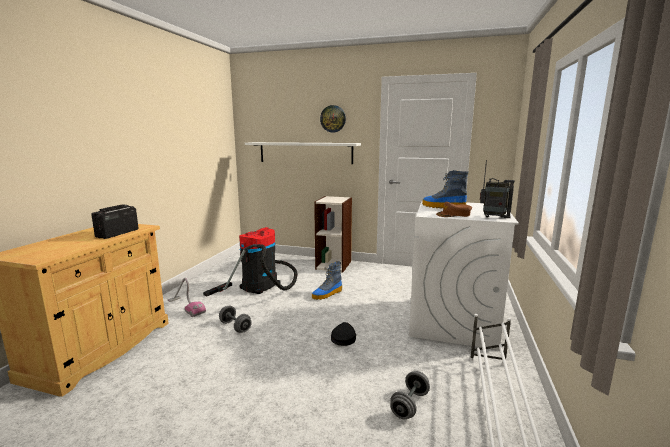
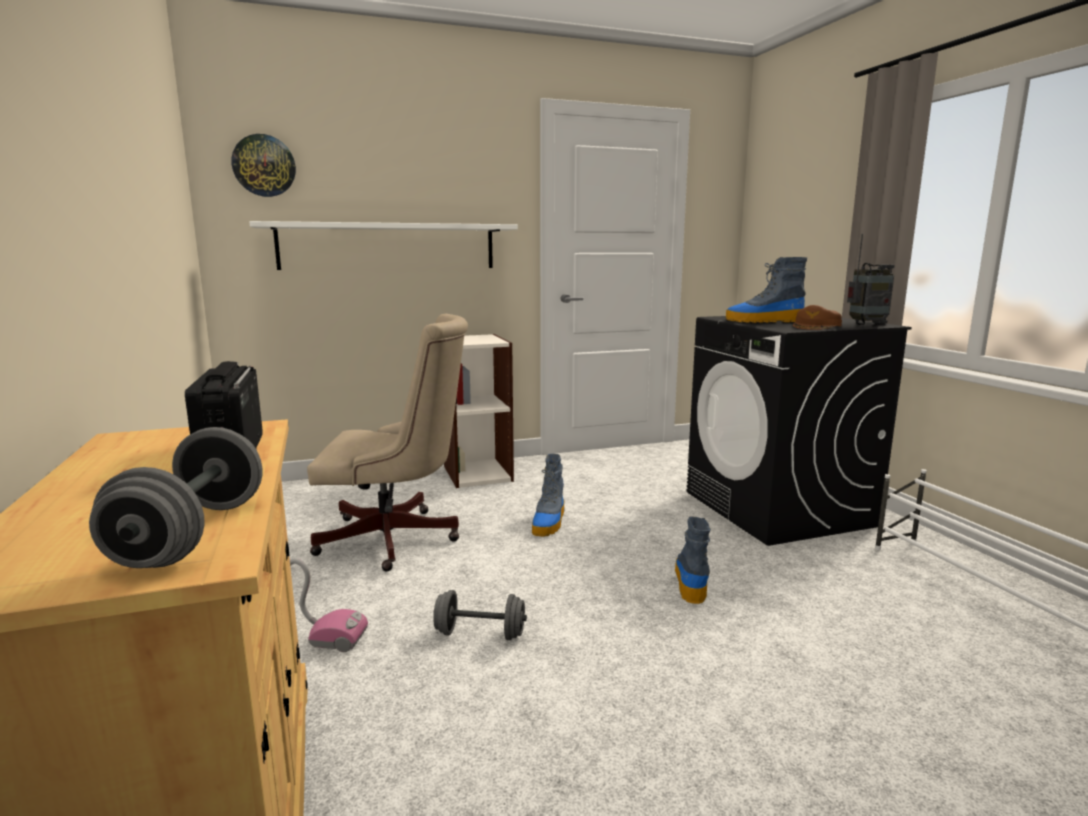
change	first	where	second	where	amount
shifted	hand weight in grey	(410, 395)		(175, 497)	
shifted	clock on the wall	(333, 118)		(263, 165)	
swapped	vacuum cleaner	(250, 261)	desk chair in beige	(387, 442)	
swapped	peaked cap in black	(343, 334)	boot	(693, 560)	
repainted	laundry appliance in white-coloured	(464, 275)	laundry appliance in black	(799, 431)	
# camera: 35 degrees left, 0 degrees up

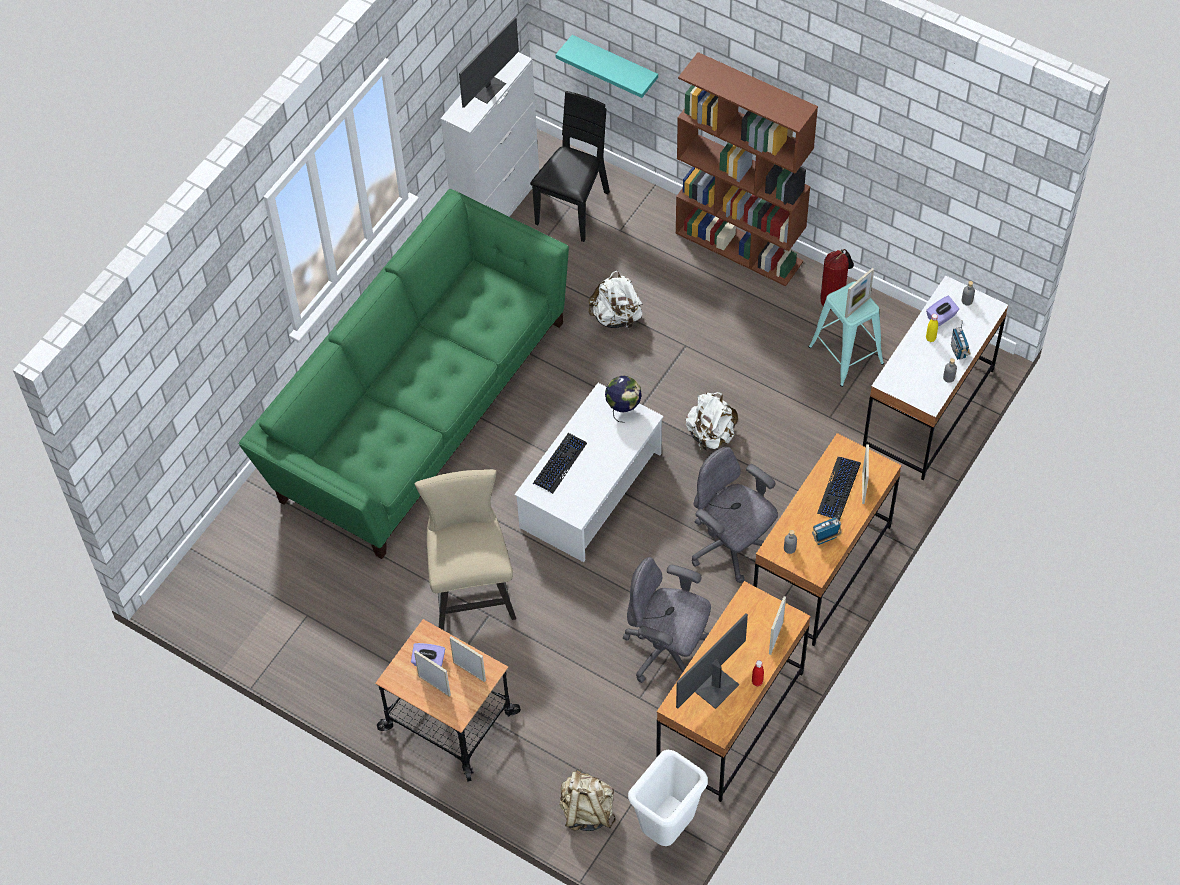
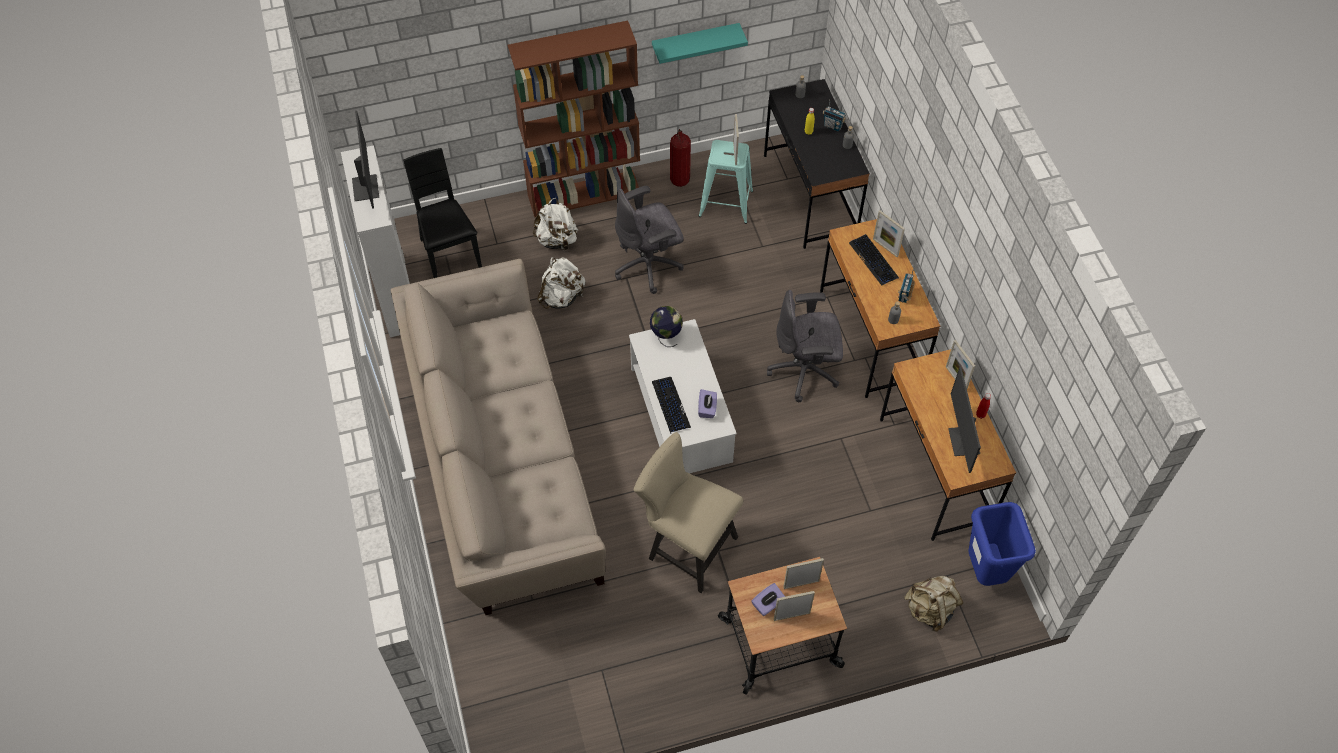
change	first	where	second	where	amount
repainted	sofa in green	(404, 374)	sofa in beige	(498, 437)	
shifted	backpack in white-coloured	(711, 421)		(555, 224)	
shifted	desk chair in grey	(667, 620)		(649, 240)	
shifted	shelf in blue-green	(607, 66)		(700, 43)	
shifted	tissue box in purple-coloured	(942, 311)		(707, 403)	
repainted	desk unit in white-coloured	(935, 377)	desk unit in black	(817, 164)	
repainted	waste bin in white-coloured	(668, 798)	waste bin in blue	(1002, 544)	
# camera: 50 degrees left, 0 degrees up

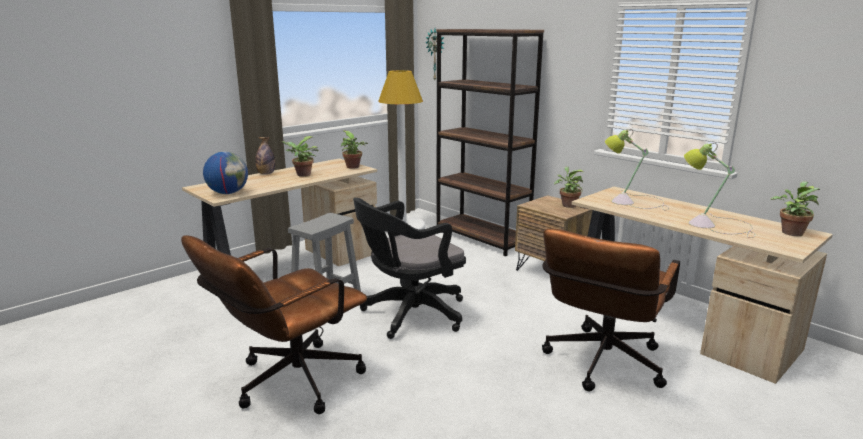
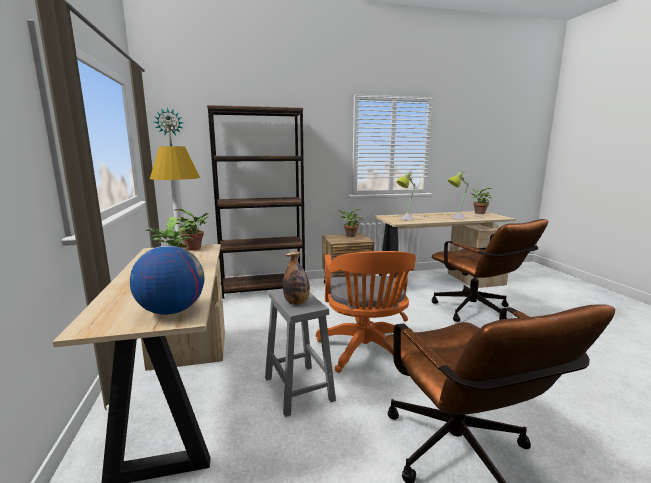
change	first	where	second	where	amount
shifted	beverage bottle	(265, 155)		(296, 278)	
repainted	desk chair in black	(409, 268)	desk chair in orange	(366, 312)	
# camera: 60 degrees left, 5 degrees down

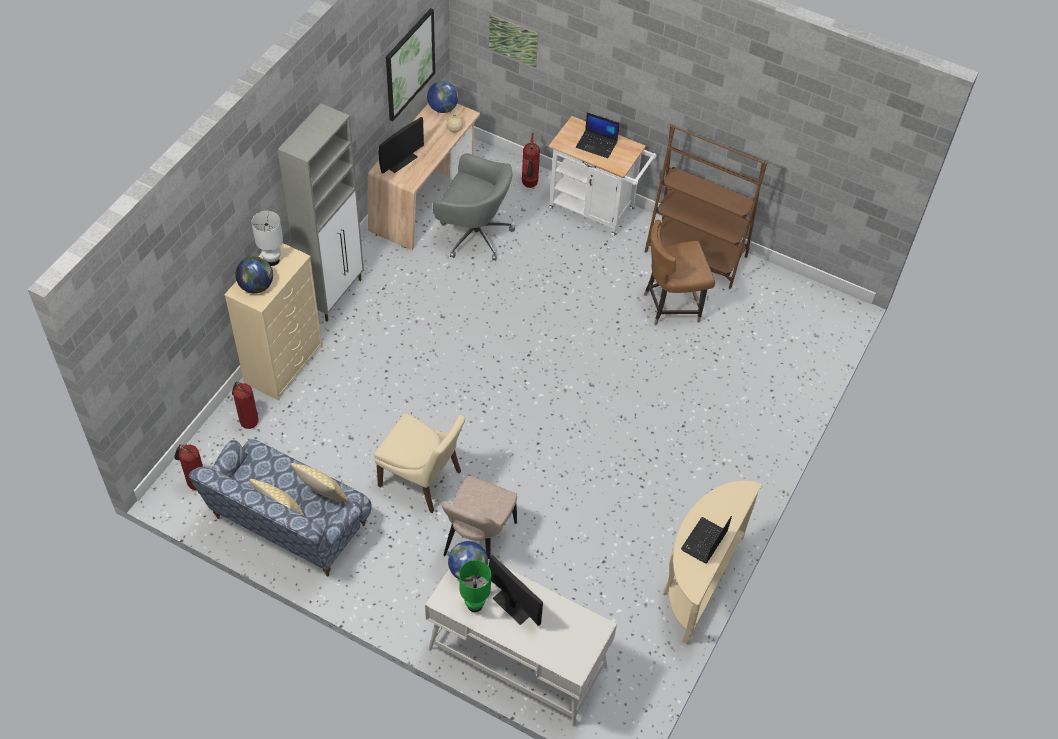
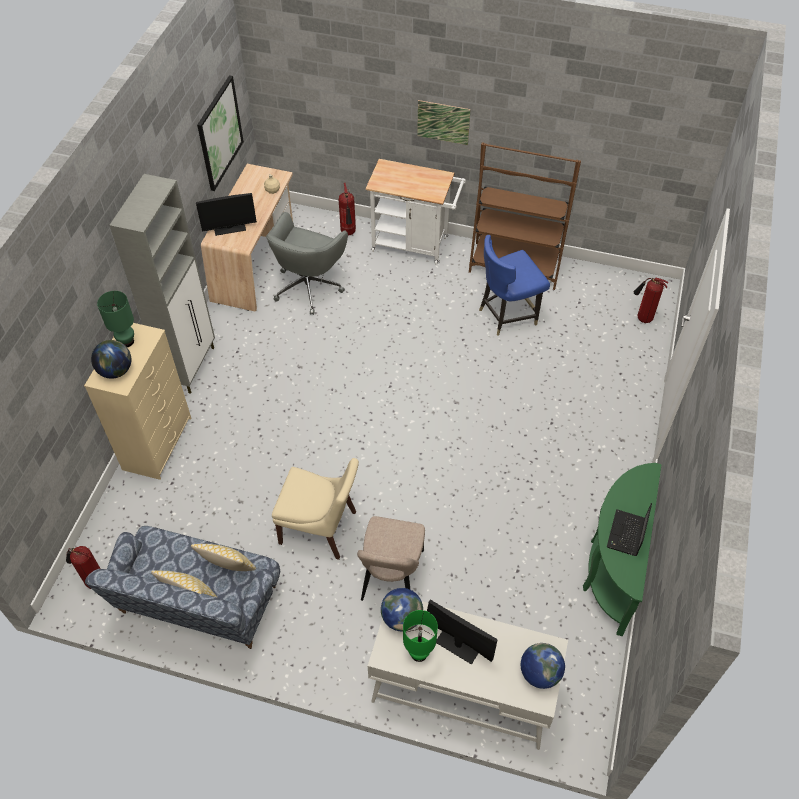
change	first	where	second	where	amount
repainted	table lamp in white-coloured	(267, 238)	table lamp in green	(115, 319)	
rotated	computer screen	(401, 145)		(226, 214)	45 degrees clockwise
rotated	desk chair in grey	(474, 207)		(307, 263)	105 degrees clockwise
shifted	picture	(513, 41)		(444, 122)	
repainted	plain chair in brown-coloured	(679, 272)	plain chair in blue	(514, 285)	
shifted	globe	(442, 97)		(543, 666)	
repainted	hall table in beige	(712, 563)	hall table in green	(622, 549)	
shifted	extinguisher	(245, 405)		(651, 300)	
gone	portable computer	(598, 135)			
# camera: 10 degrees left, 0 degrees up

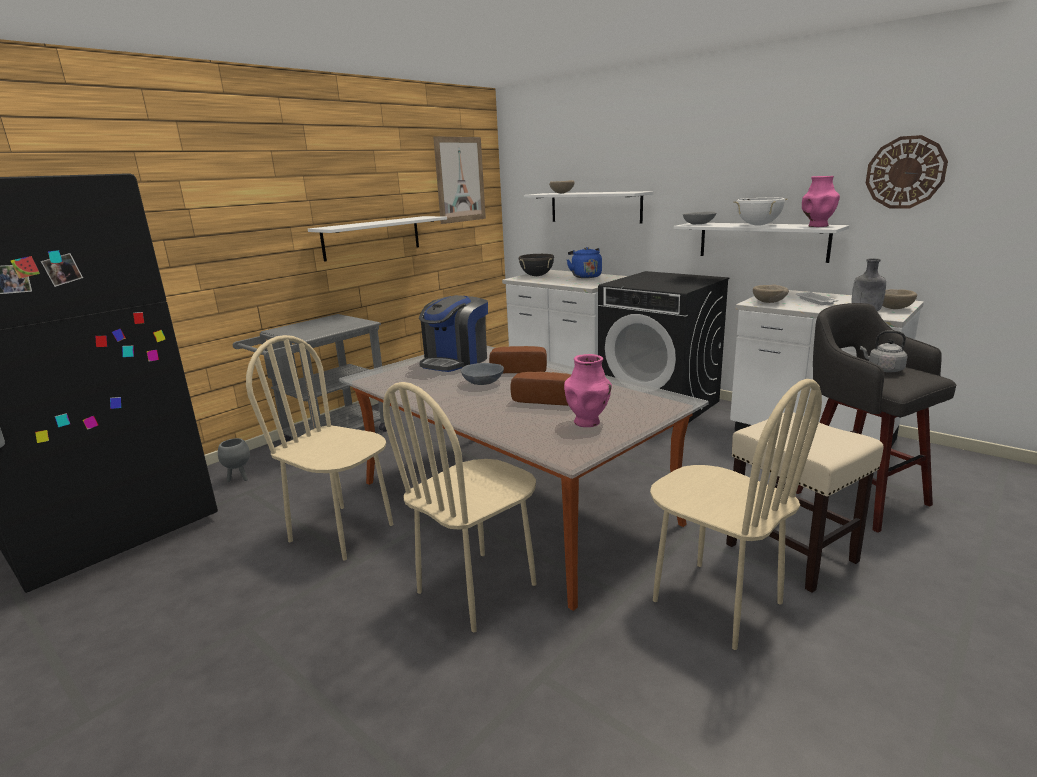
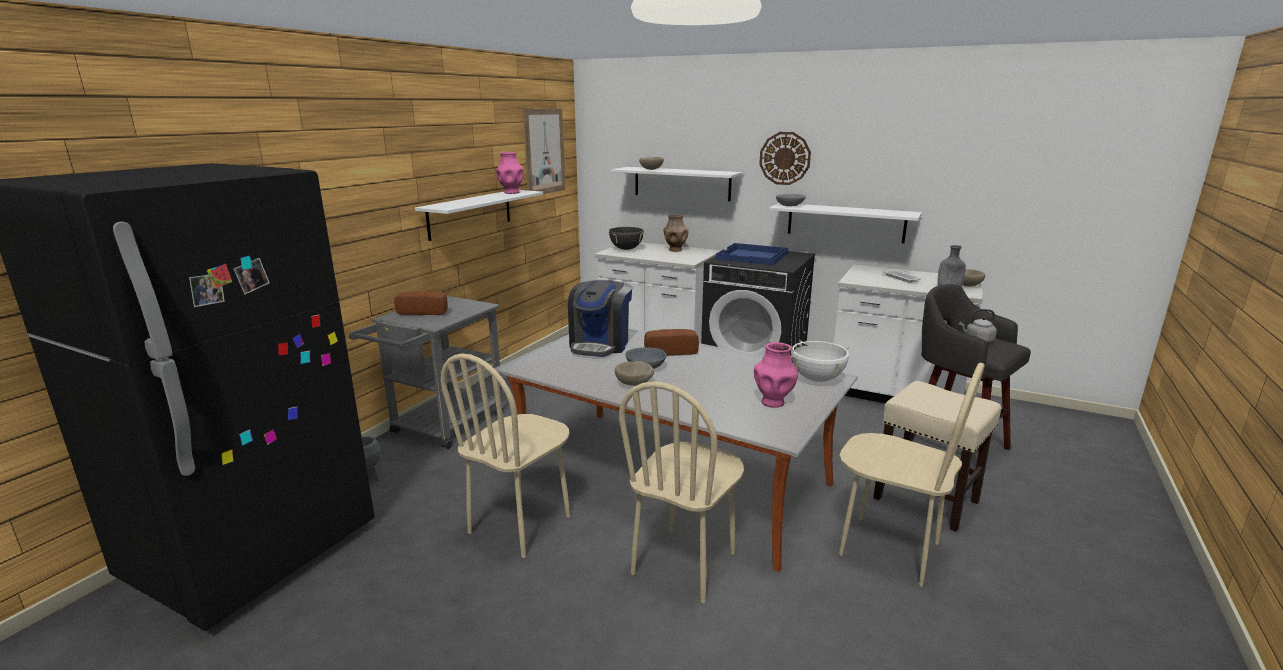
change	first	where	second	where	amount
shifted	bread	(541, 389)		(421, 303)	
rotated	plain chair in beige	(319, 448)		(505, 456)	75 degrees counterclockwise
shifted	flower vase in pink-coloured	(821, 201)		(510, 173)	
shifted	serving bowl in beige	(771, 294)		(634, 373)	
swapped	water kettle in blue	(584, 262)	flower vase in brown-coloured	(676, 233)	
new			tray in blue	(752, 254)	
shifted	clock on the wall	(907, 171)		(785, 158)	
shifted	cooking pot in white-coloured	(760, 211)		(820, 361)	
# camera: 15 degrees left, 0 degrees up

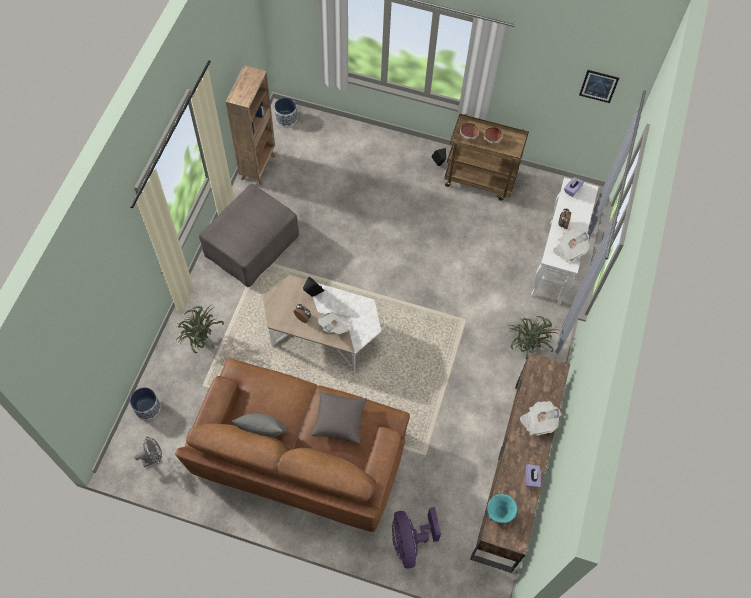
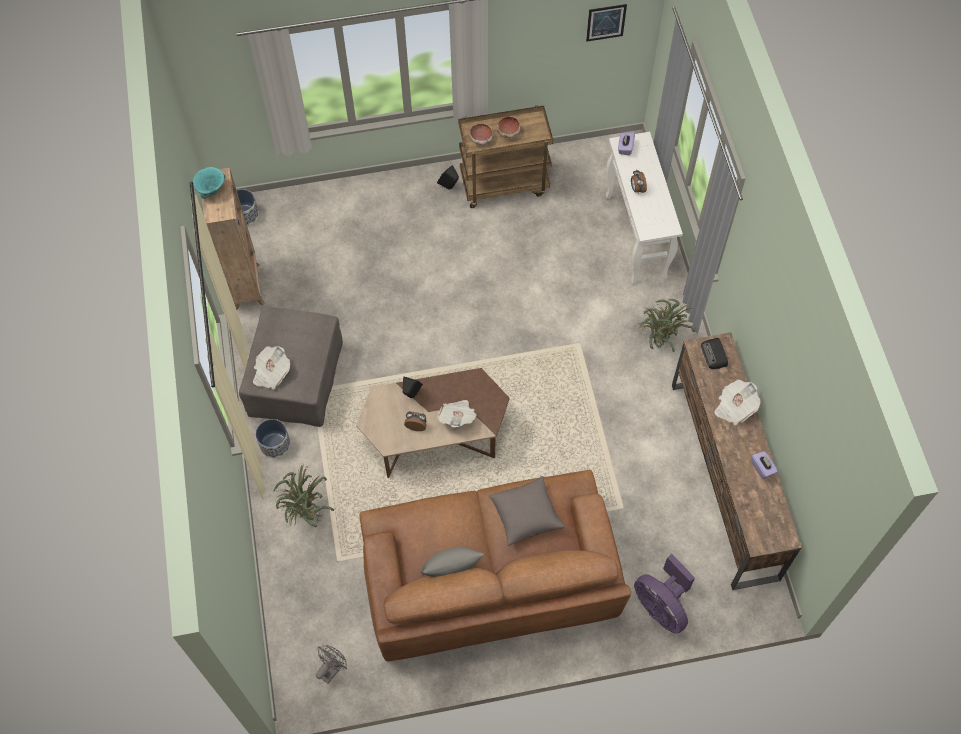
change	first	where	second	where	amount
shifted	serving bowl in blue-green	(502, 508)		(209, 183)	
shifted	newspaper	(571, 245)		(271, 367)	
shifted	planter	(145, 403)		(273, 438)	
repainted	low table in white-coloured	(322, 323)	low table in brown-coloured	(433, 423)	
new			radio set	(714, 353)	
# camera: 25 degrees left, 0 degrees up

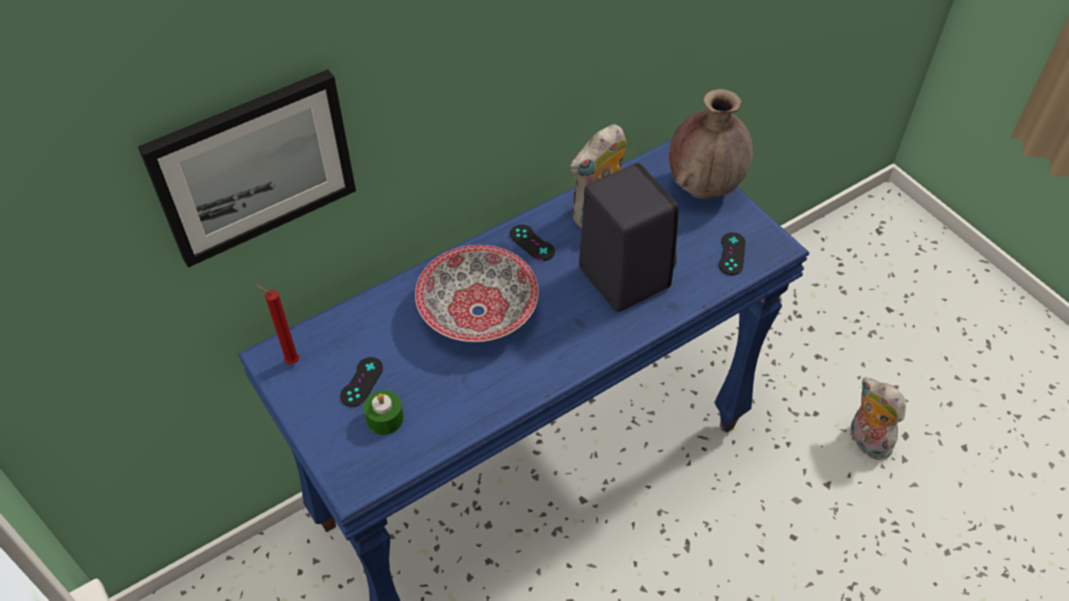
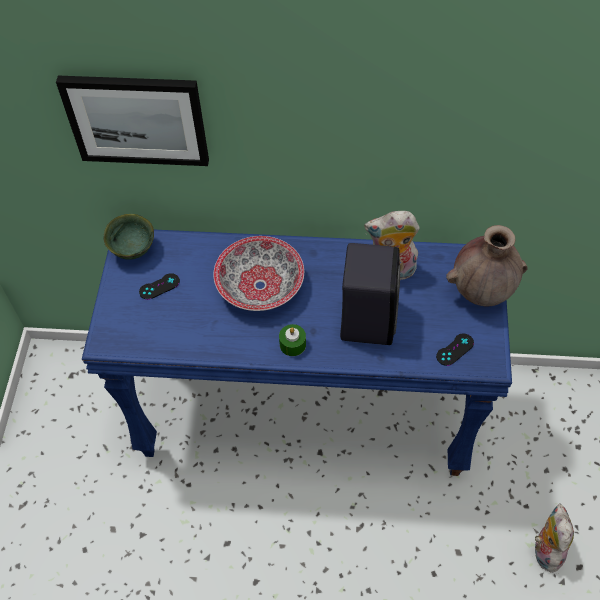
change	first	where	second	where	amount
swapped	wax light in reddish	(277, 324)	serving bowl in green	(129, 237)	
shifted	wax light in green	(383, 412)		(292, 340)	
gone	game controller in black	(532, 243)			
# camera: 40 degrees right, 5 degrees up

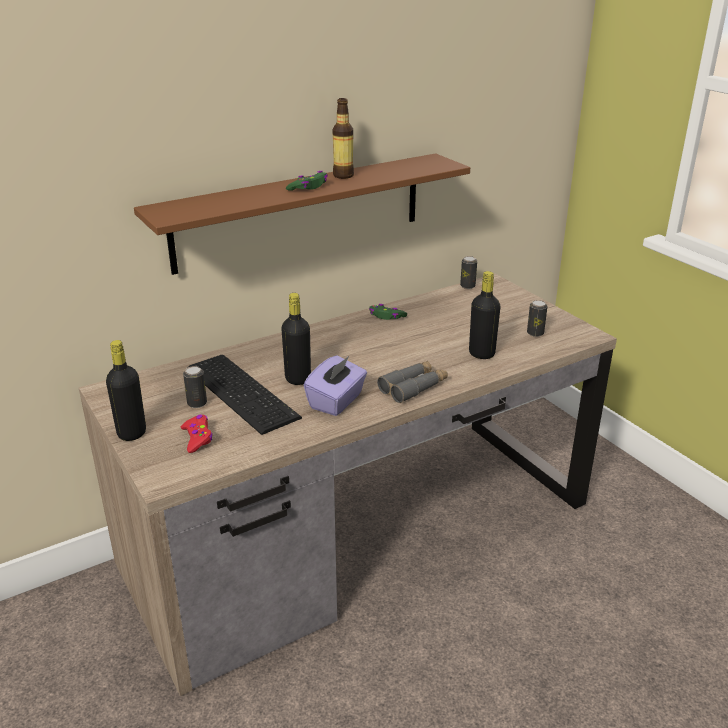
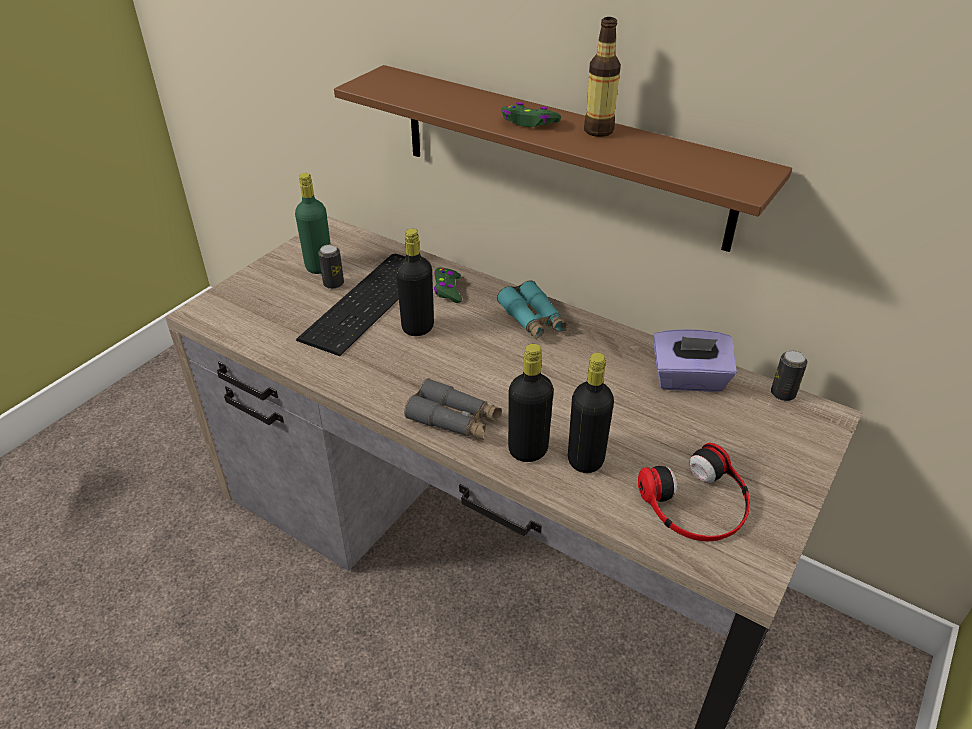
change	first	where	second	where	amount
new			beverage bottle in green	(313, 223)	
shifted	game controller in green	(388, 312)		(448, 285)	
new			binoculars in blue-green	(532, 310)	
shifted	beverage bottle in black	(126, 390)		(531, 403)	
swapped	sealed can	(537, 318)	headset	(694, 492)	
shifted	tissue box in purple-coloured	(335, 385)		(695, 360)	
gone	game controller in reddish	(197, 434)			
# camera: 65 degrees right, 10 degrees up

